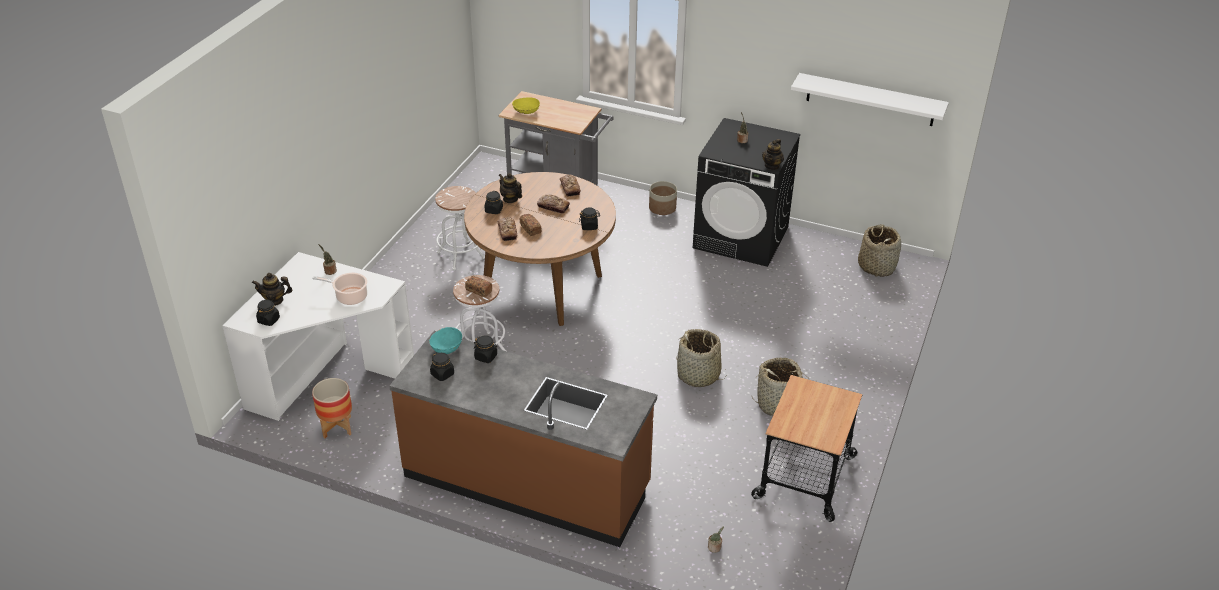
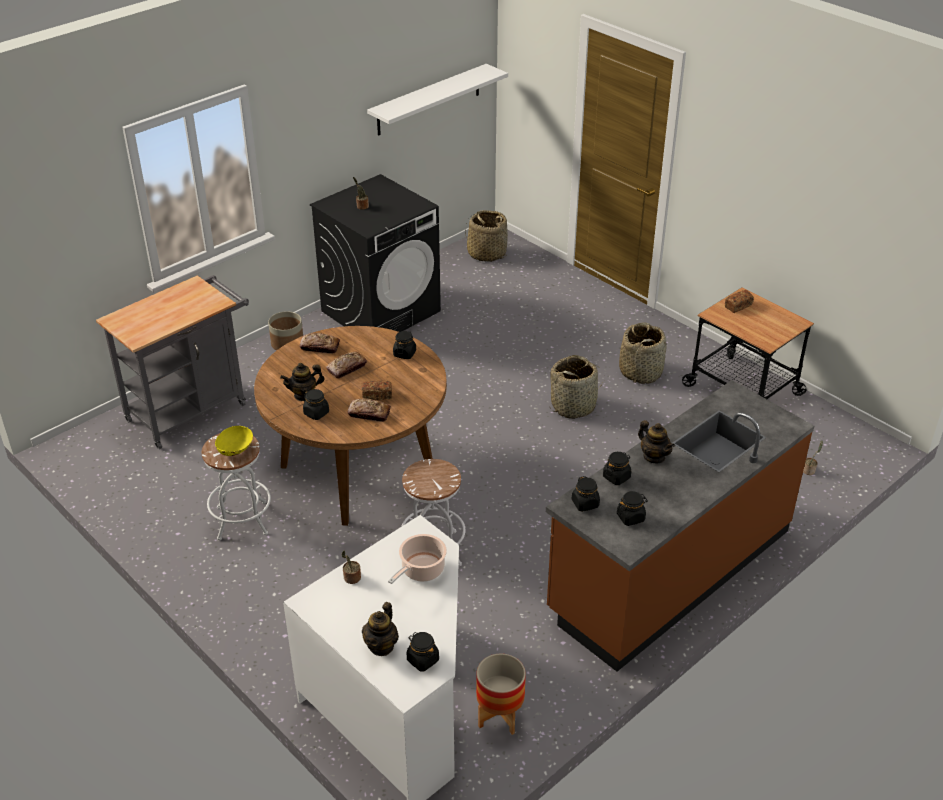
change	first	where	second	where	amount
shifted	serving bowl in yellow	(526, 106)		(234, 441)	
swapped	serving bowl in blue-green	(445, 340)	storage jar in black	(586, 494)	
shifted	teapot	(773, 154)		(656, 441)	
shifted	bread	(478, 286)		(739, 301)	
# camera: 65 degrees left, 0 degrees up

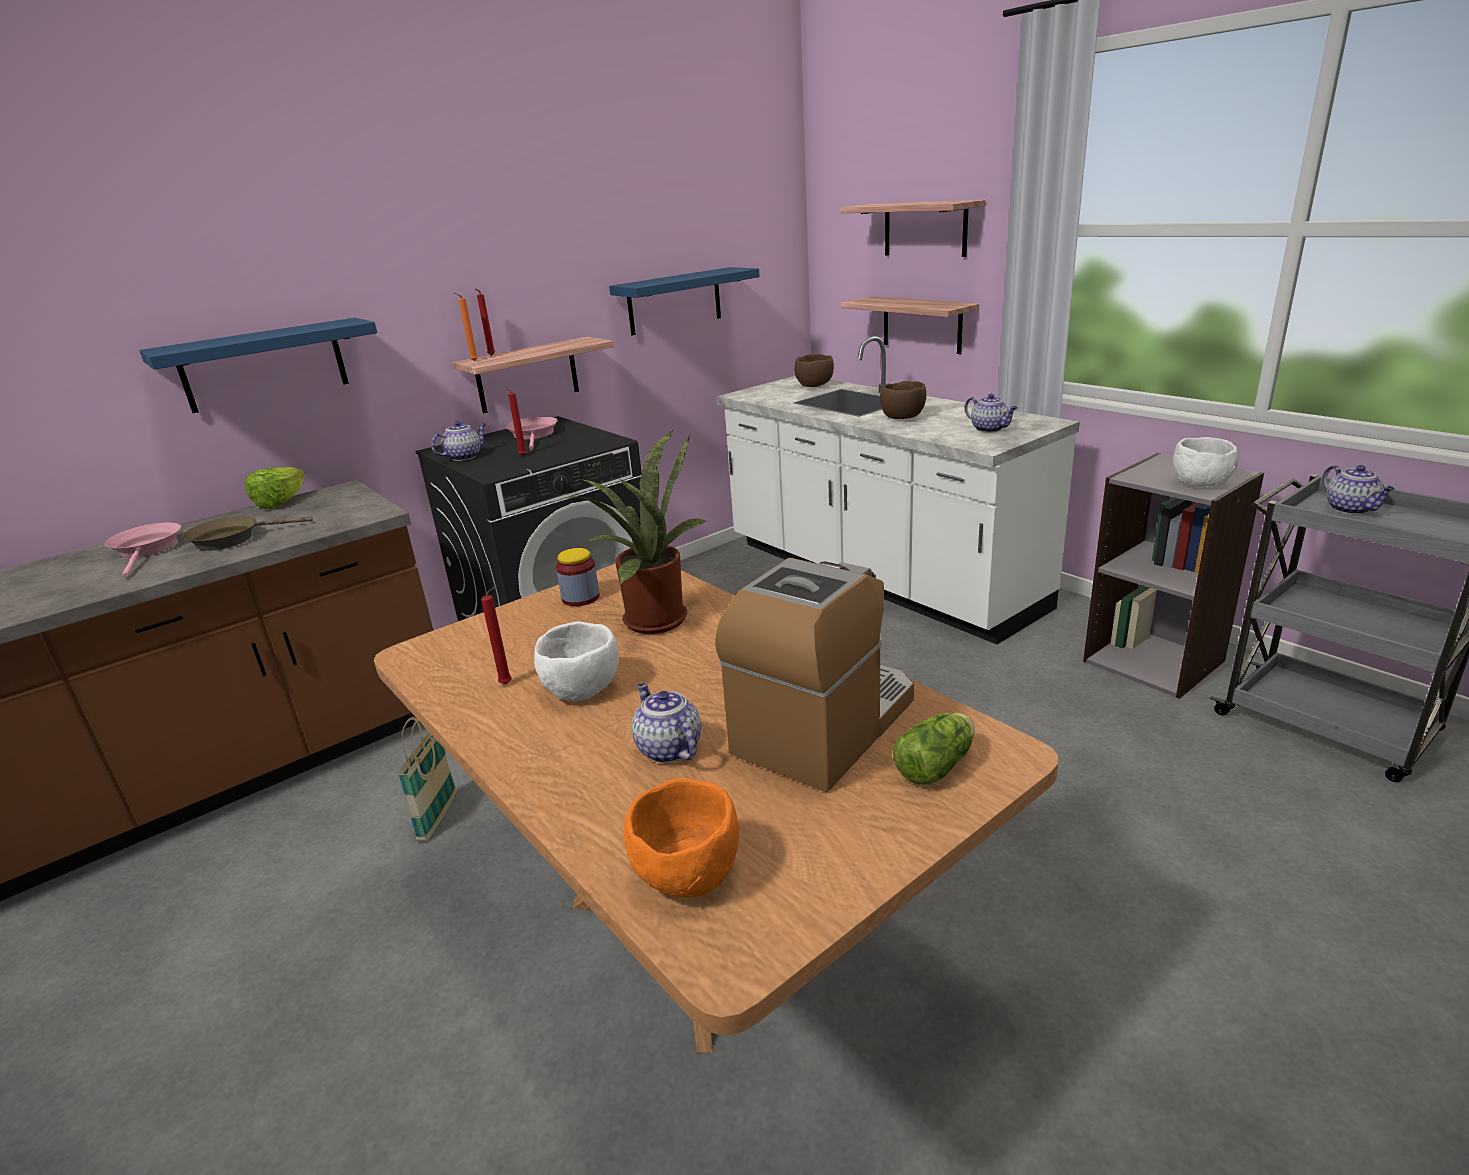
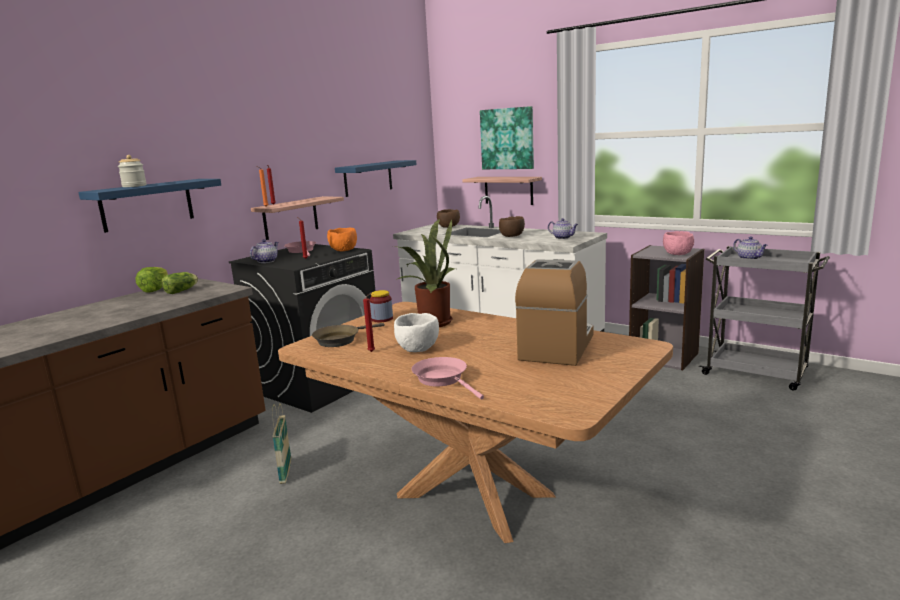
change	first	where	second	where	amount
new			storage jar	(132, 171)	
shifted	head of lettuce	(934, 748)		(180, 283)	
shifted	skillet in brown-coloured	(248, 533)		(348, 335)	
shifted	serving bowl in orange	(681, 837)		(342, 239)	
shifted	skillet in pink-coloured	(143, 550)		(447, 378)	
swapped	shelf	(913, 228)	picture	(507, 137)	
repainted	serving bowl in white-coloured	(1205, 462)	serving bowl in pink-coloured	(678, 243)	
gone	teapot	(666, 723)			
# camera: 15 degrees left, 10 degrees down

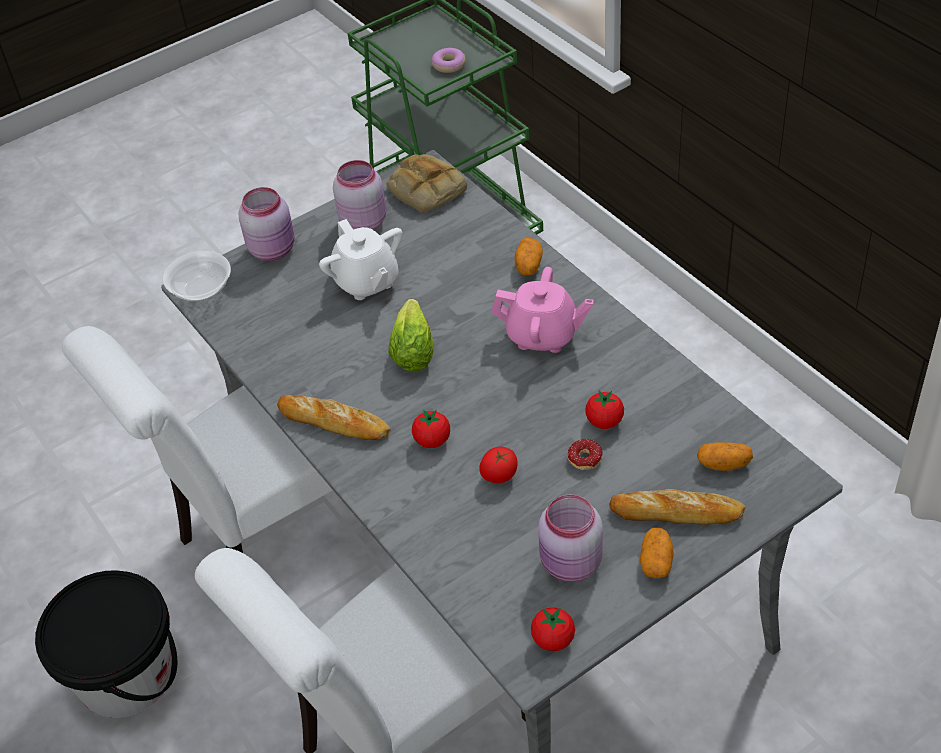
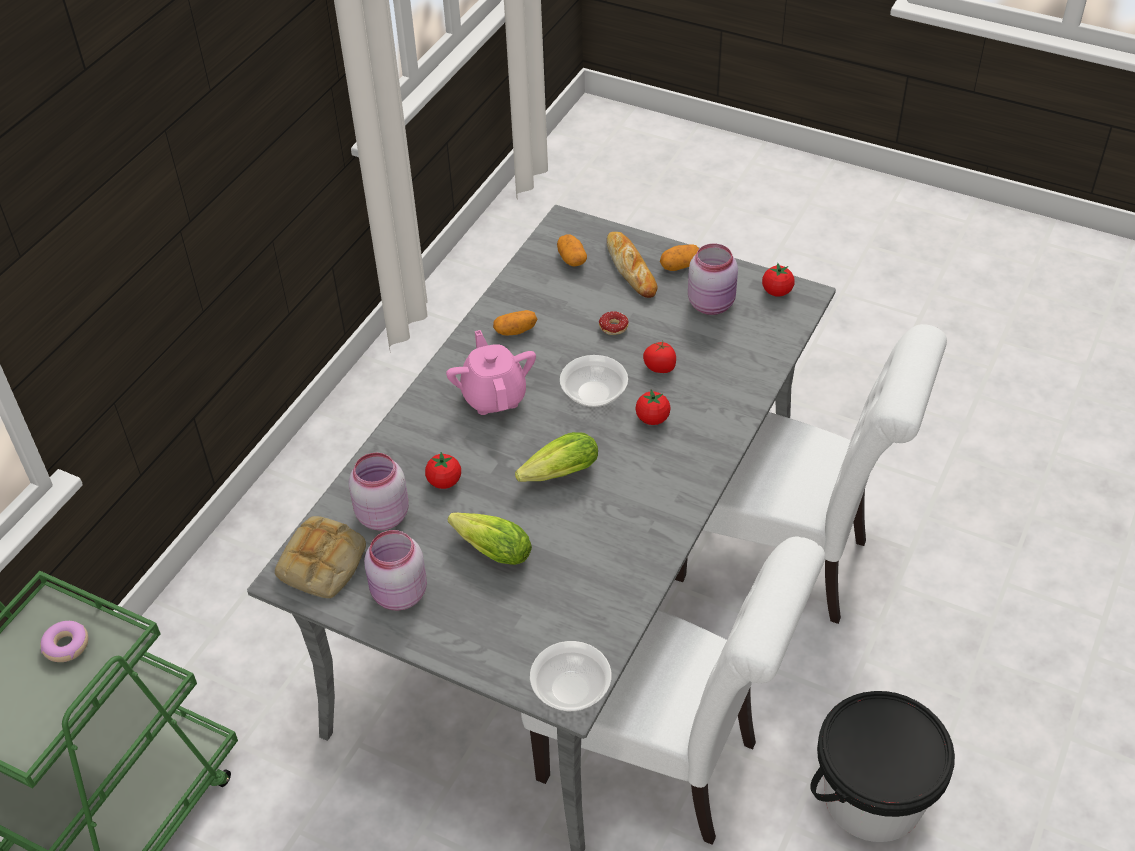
change	first	where	second	where	amount
shifted	storage jar in pink-coloured	(267, 224)		(379, 492)	
shifted	whole tomato	(604, 410)		(443, 470)	
swapped	teapot in white-coloured	(361, 259)	head of lettuce	(490, 539)	
shifted	potato	(529, 256)		(515, 323)	
new			serving bowl	(594, 381)	
gone	bread	(334, 417)			
# camera: 120 degrees left, 0 degrees up

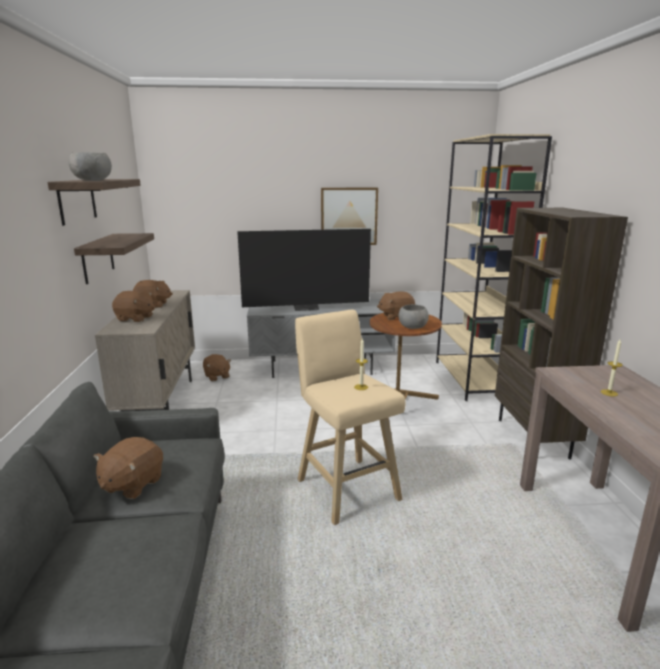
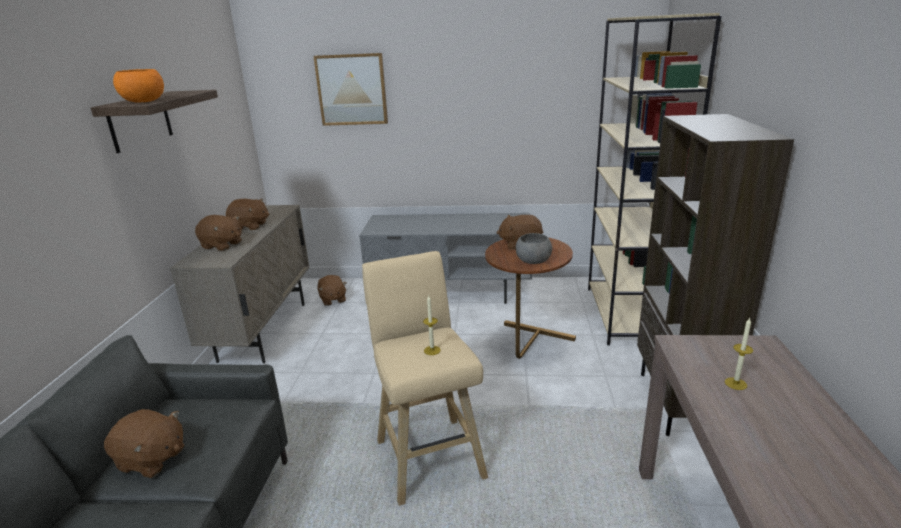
change	first	where	second	where	amount
rotated	plush toy in brown-coloured	(128, 468)		(144, 443)	105 degrees counterclockwise
repainted	serving bowl in grey	(90, 166)	serving bowl in orange	(138, 86)	
shifted	picture	(349, 216)		(350, 89)	
gone	shelf	(114, 258)			
gone	TV	(304, 270)			
# camera: 10 degrees right, 5 degrees up

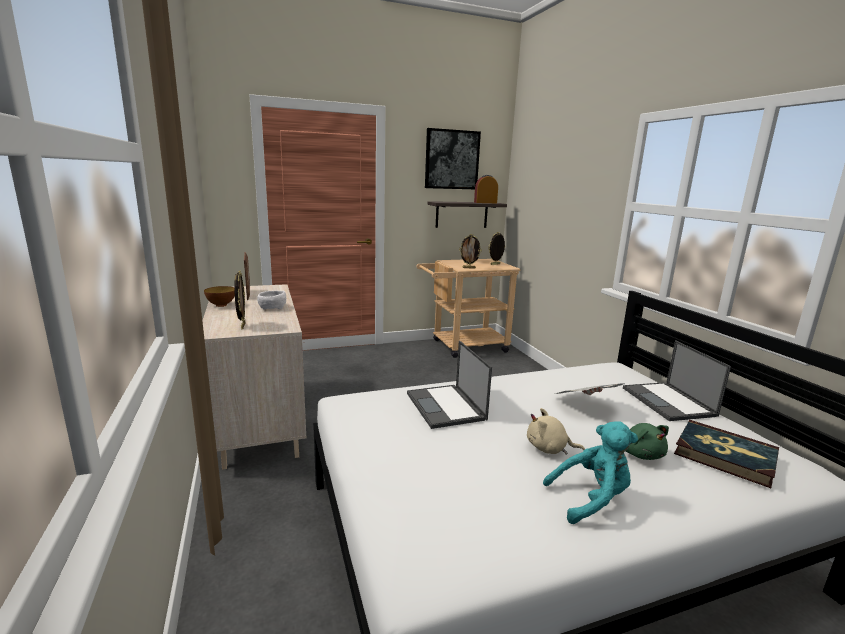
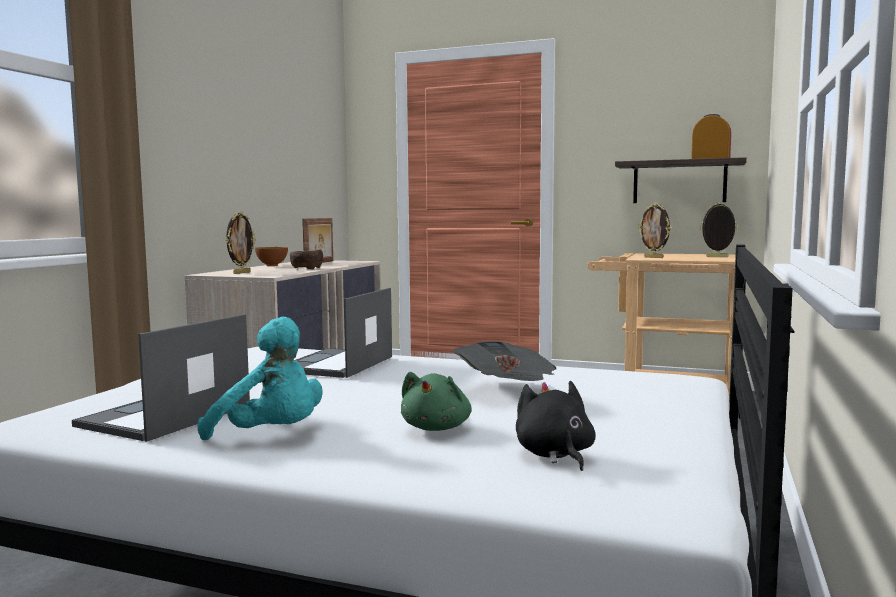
change	first	where	second	where	amount
shifted	portable computer	(677, 380)		(161, 378)	
repainted	serving bowl in white-coloured	(271, 300)	serving bowl in brown-coloured	(306, 259)	
swapped	volume	(726, 454)	plush toy in black	(556, 426)	
gone	picture	(453, 158)			
gone	plush toy in beige	(556, 431)			
# camera: 40 degrees right, 10 degrees down

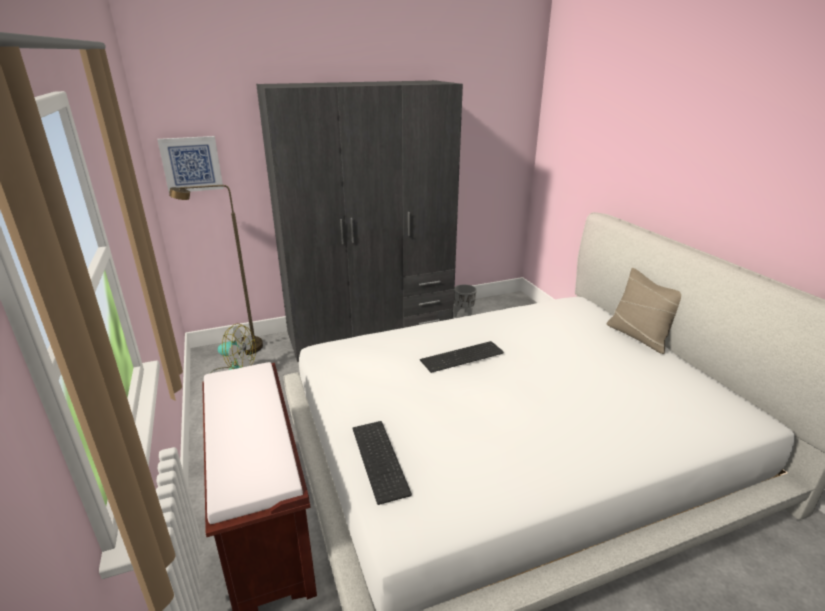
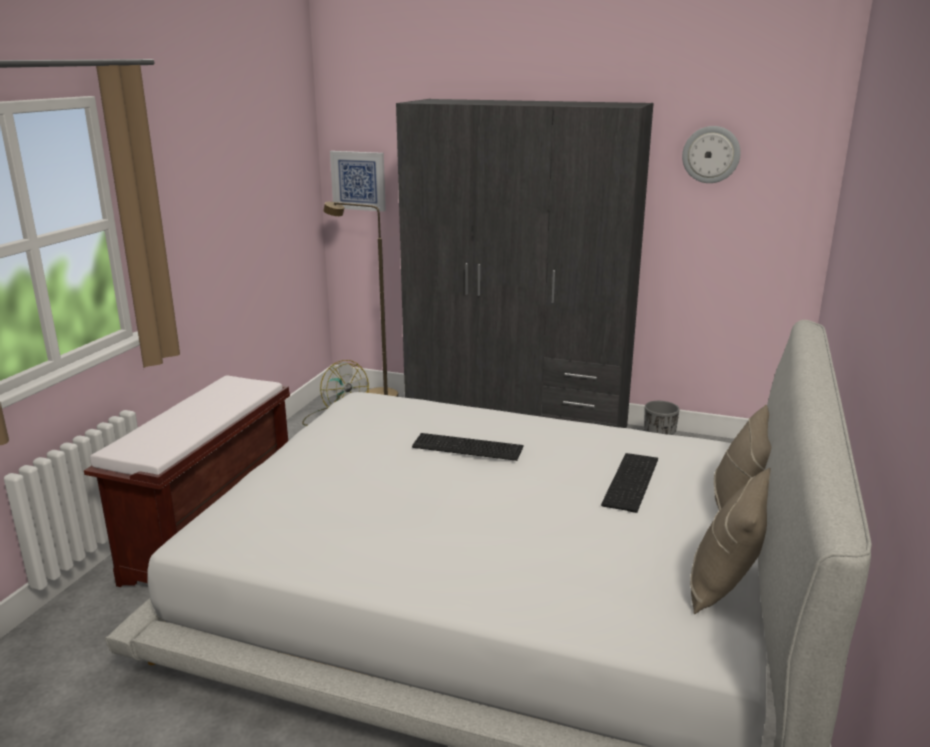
change	first	where	second	where	amount
shifted	computer keyboard	(382, 463)		(629, 483)	
new			clock on the wall	(711, 154)	
new			pillow in beige	(730, 541)	
# camera: 40 degrees right, 5 degrees down

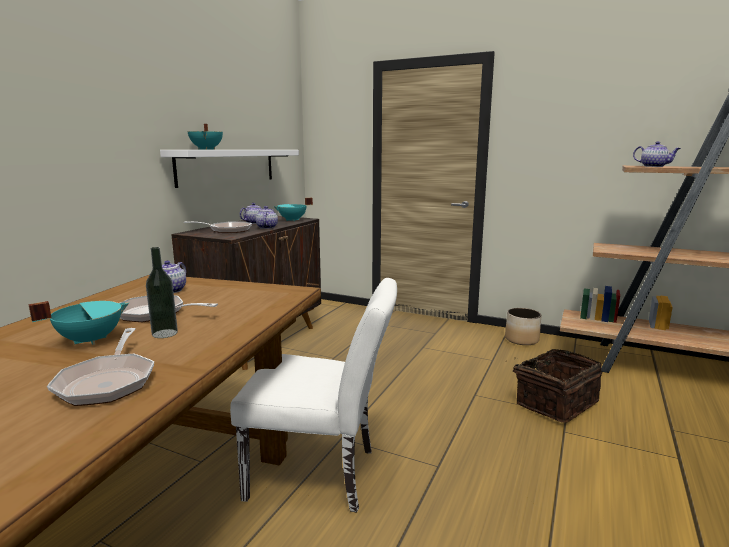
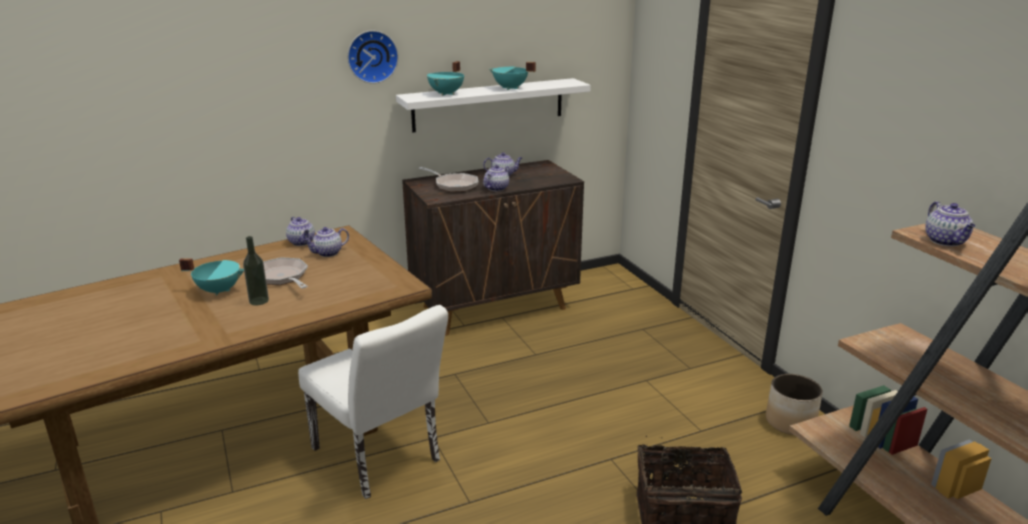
change	first	where	second	where	amount
new			teapot	(300, 231)	
new			clock on the wall	(373, 57)	
shifted	cooking pot in blue-green	(293, 209)		(512, 76)	
gone	skillet	(100, 367)			
# camera: 40 degrees right, 10 degrees up

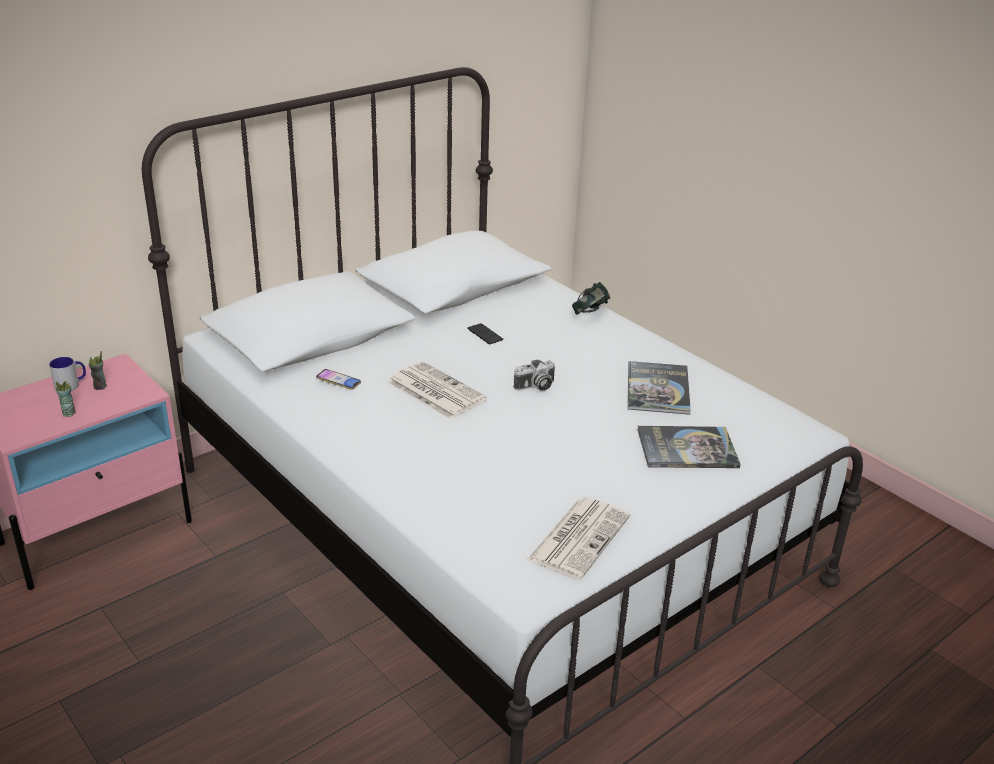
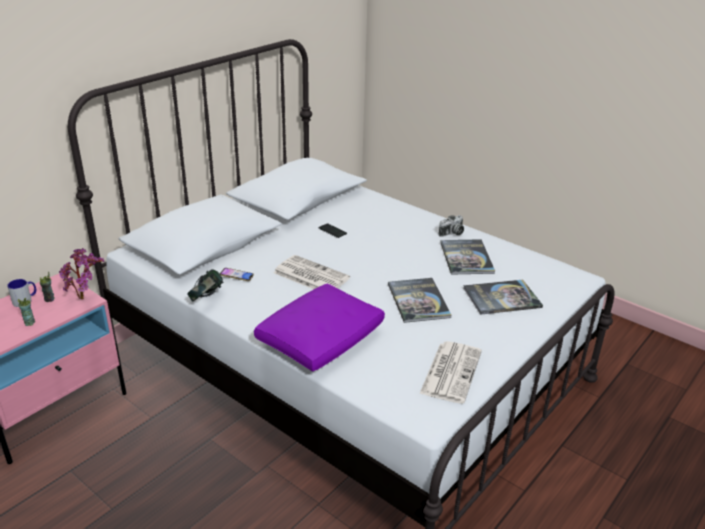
change	first	where	second	where	amount
new			potted plant	(81, 273)	
shifted	headset	(591, 298)		(205, 285)	
new			pillow in purple-coloured	(319, 327)	
new			volume	(419, 300)	
shifted	photo camera	(534, 375)		(451, 226)	
# camera: 10 degrees left, 0 degrees up

